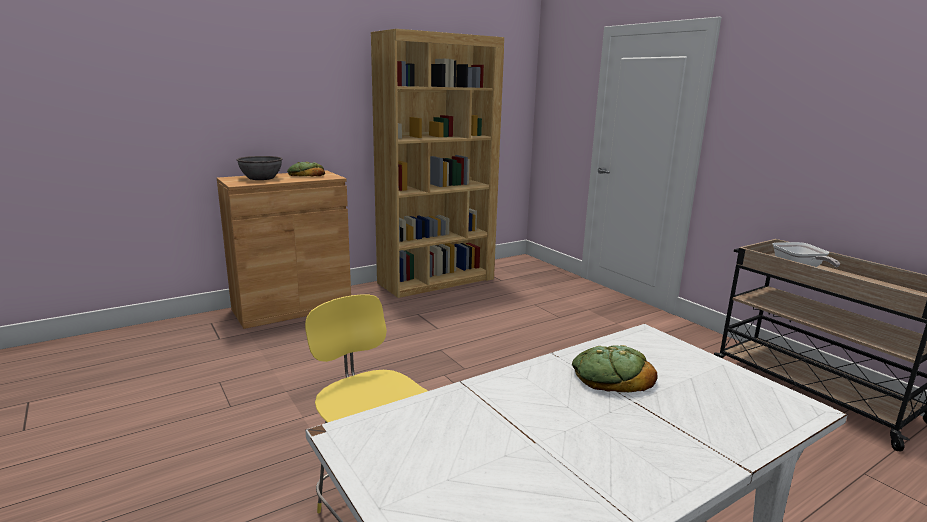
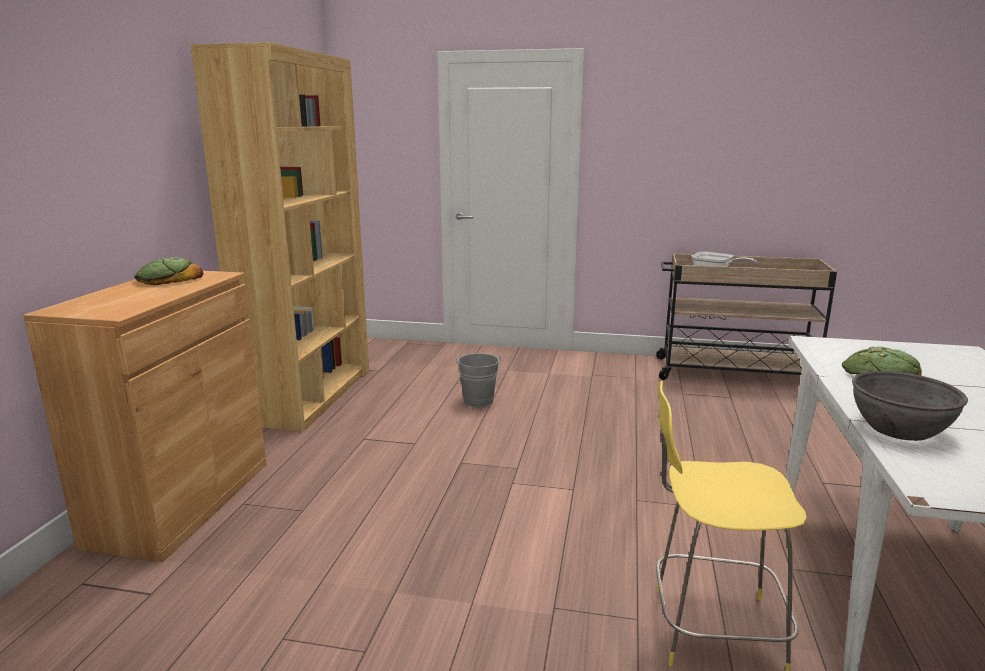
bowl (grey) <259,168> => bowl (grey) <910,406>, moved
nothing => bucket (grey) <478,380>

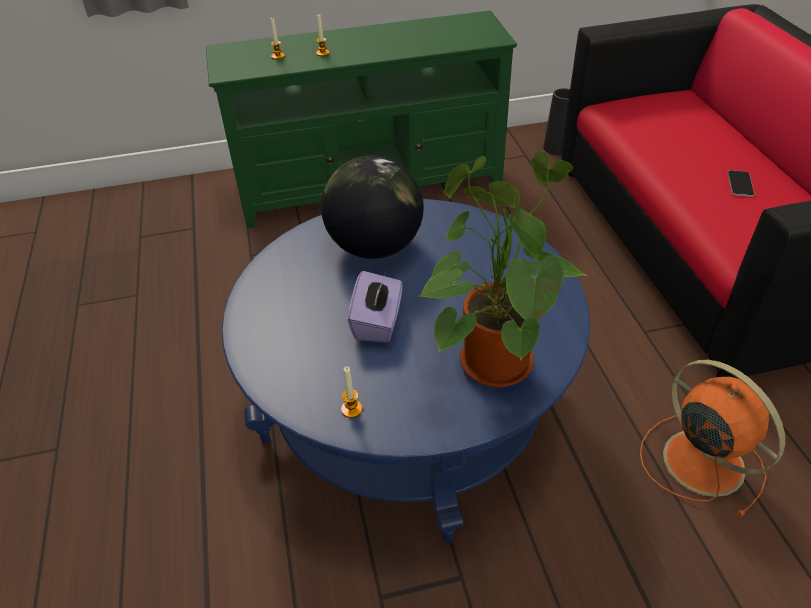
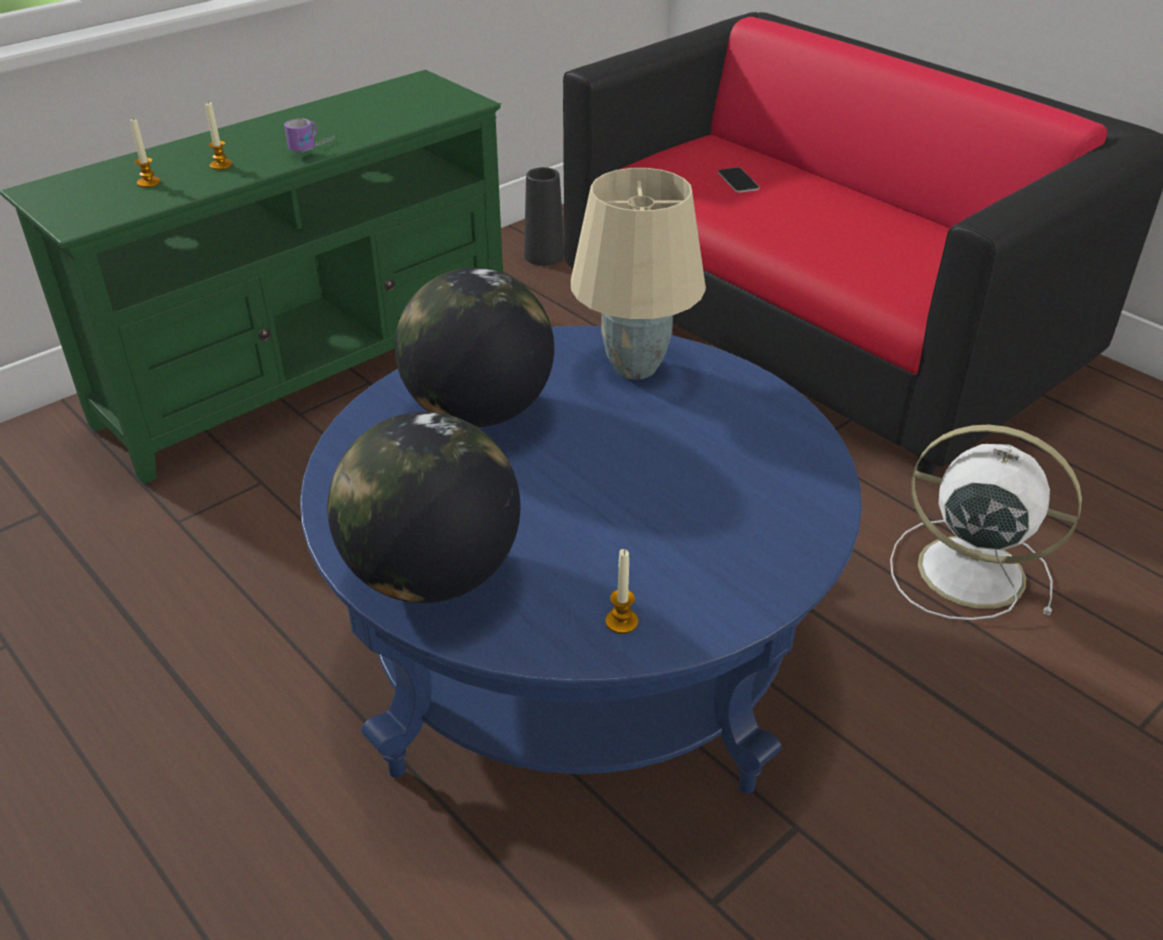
potted plant <502,269> => nothing
phone <741,183> => phone <738,180>, moved
tissue box (purple) <375,307> => nothing
fan (orange) <712,438> => fan (white) <986,522>
nothing => mug <309,135>
nothing => table lamp (beige) <638,274>
nothing => globe <424,507>

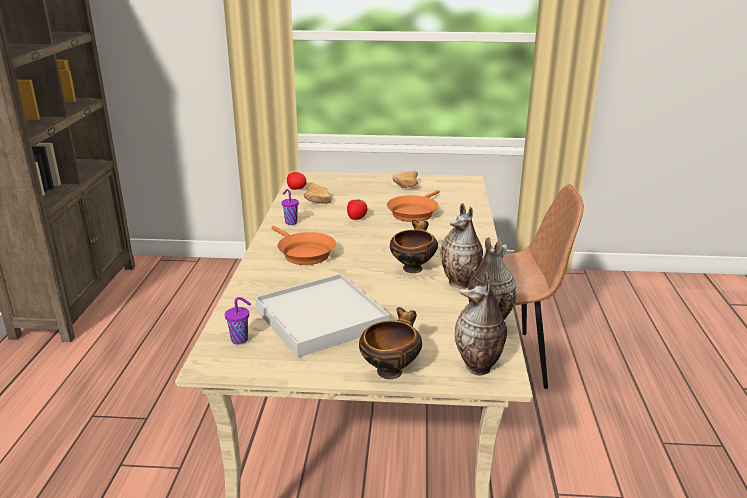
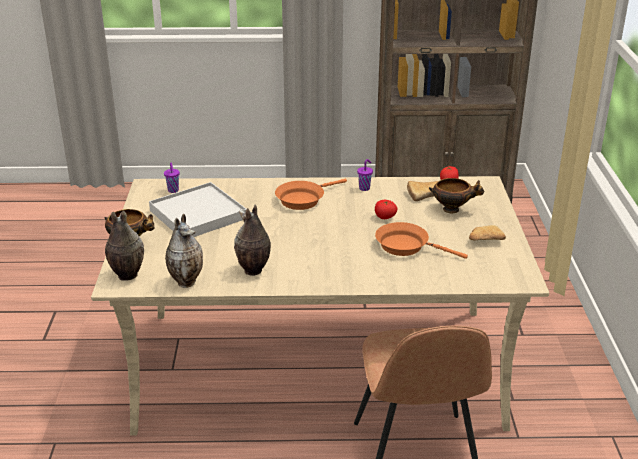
bowl <414,246> => bowl <457,196>, moved

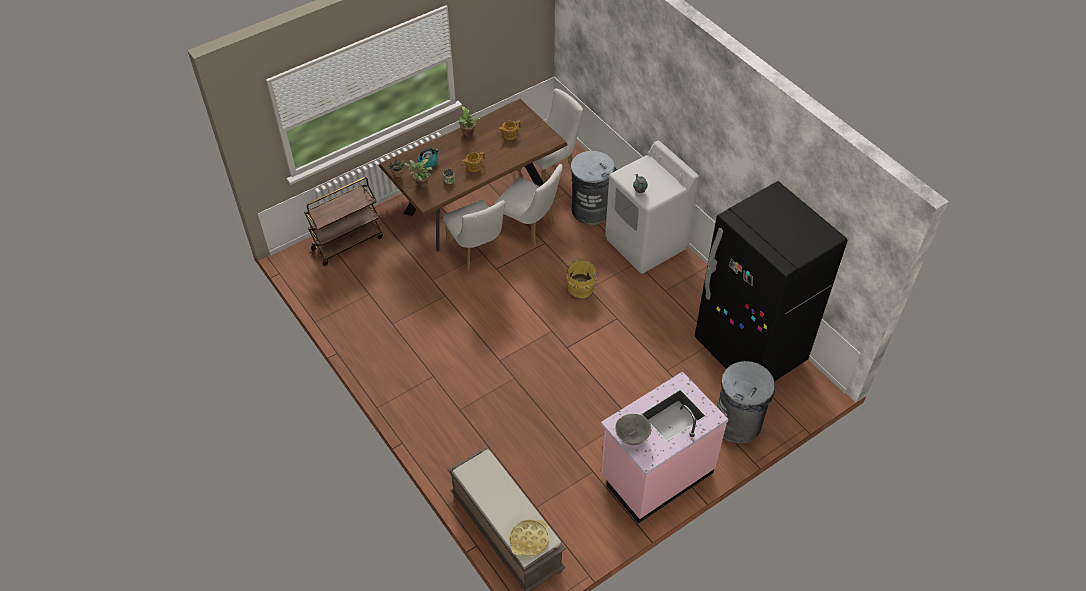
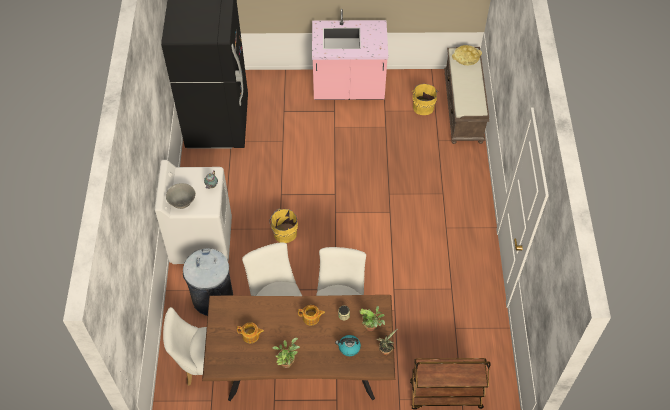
trash can (grey) <746,402> => nothing
bowl (grey) <633,429> => bowl (grey) <181,196>, moved
nothing => bucket (yellow) <425,99>

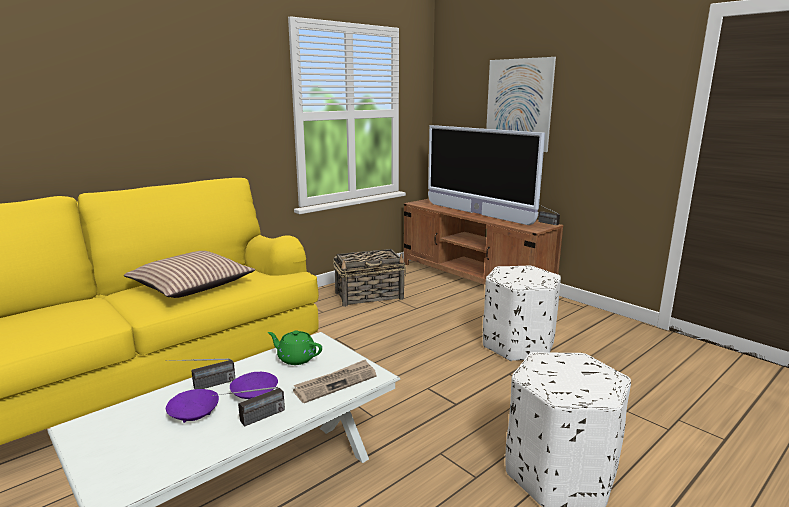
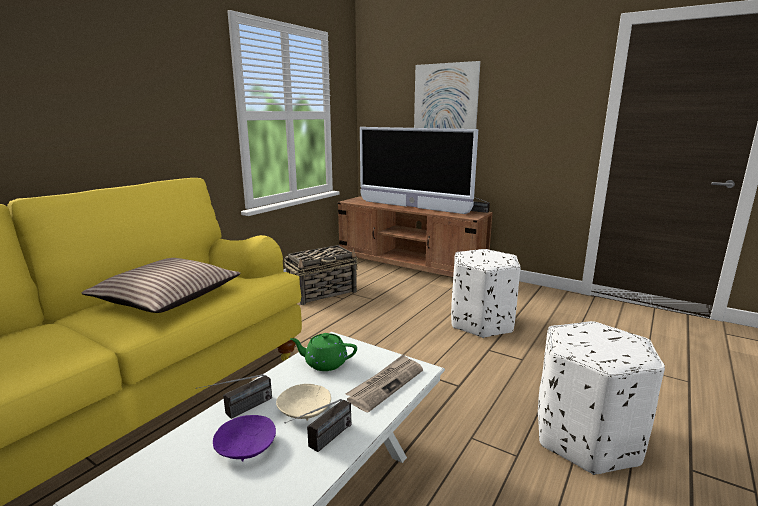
bowl (purple) <254,385> => bowl (beige) <303,402>

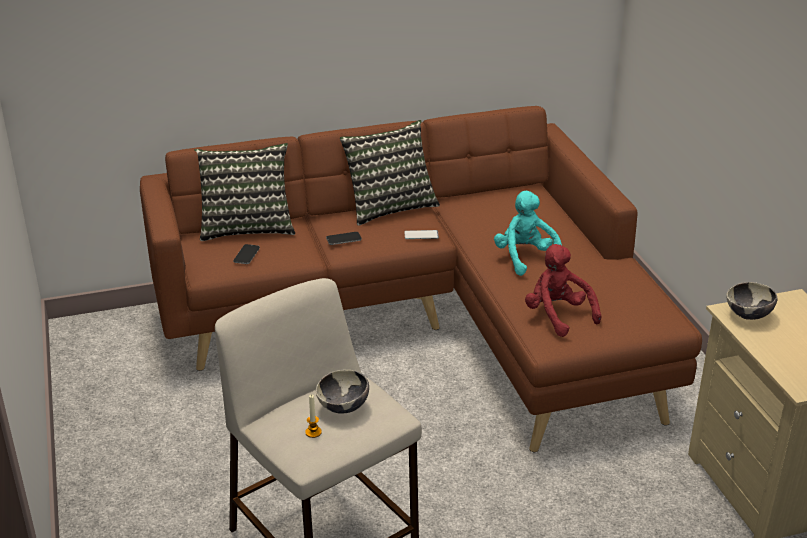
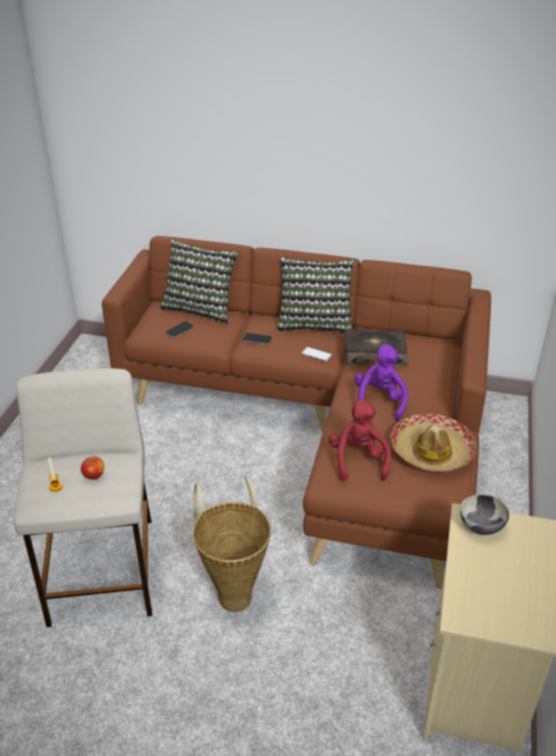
plush toy (turquoise) <528,233> => plush toy (purple) <381,382>
bowl <342,392> => apple <92,468>
nothing => book <376,348>
nothing => hat <433,443>
nothing => basket <231,544>

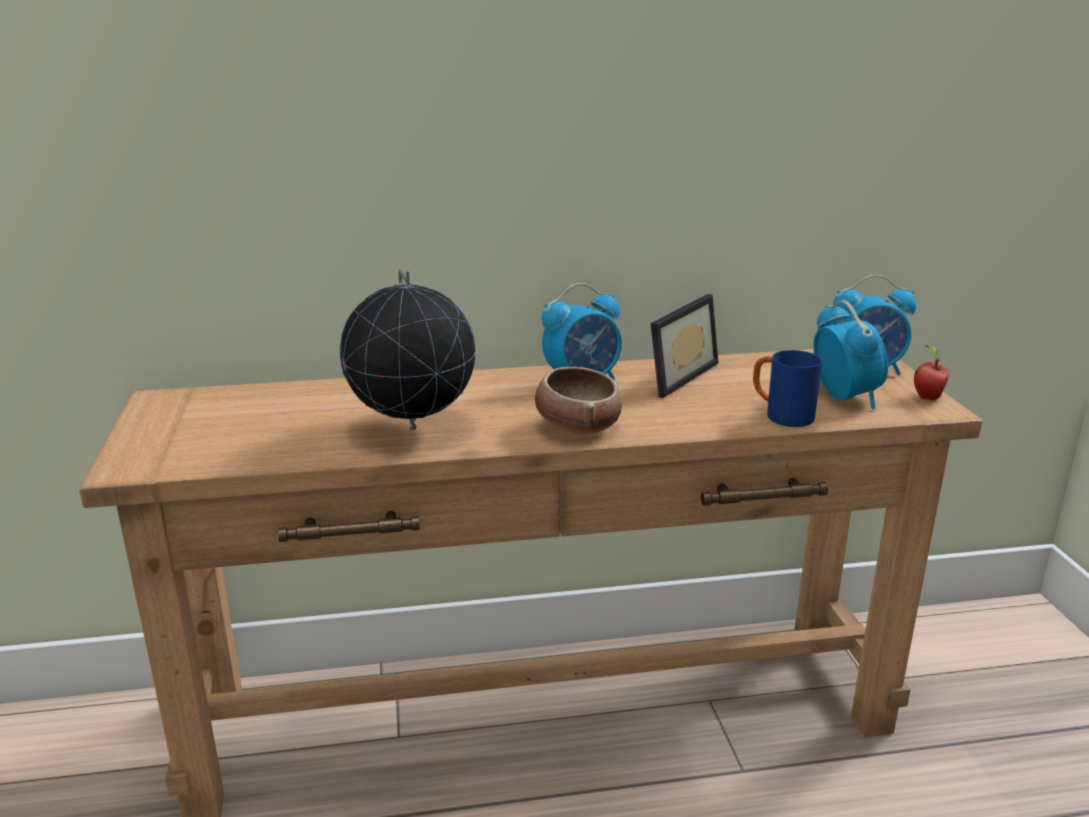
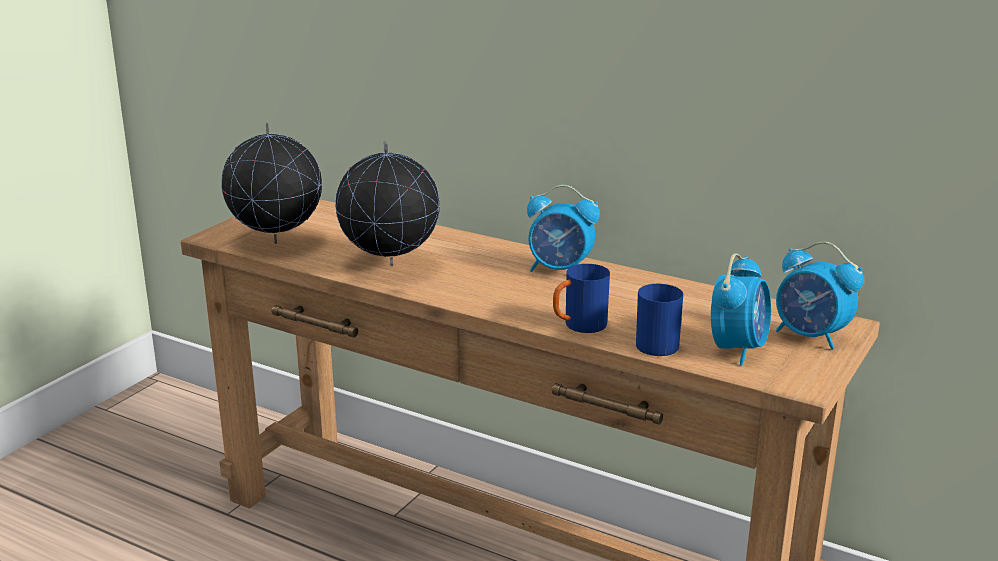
picture frame <684,346> => nothing
apple <931,372> => nothing
bowl <578,401> => nothing
nothing => globe <272,183>
nothing => mug (blue) <581,298>

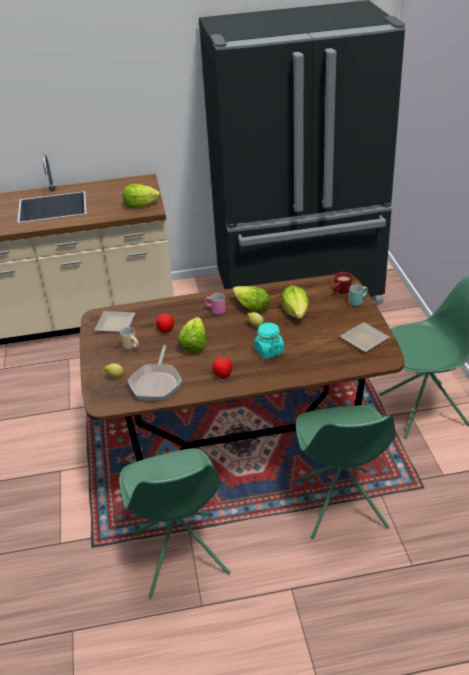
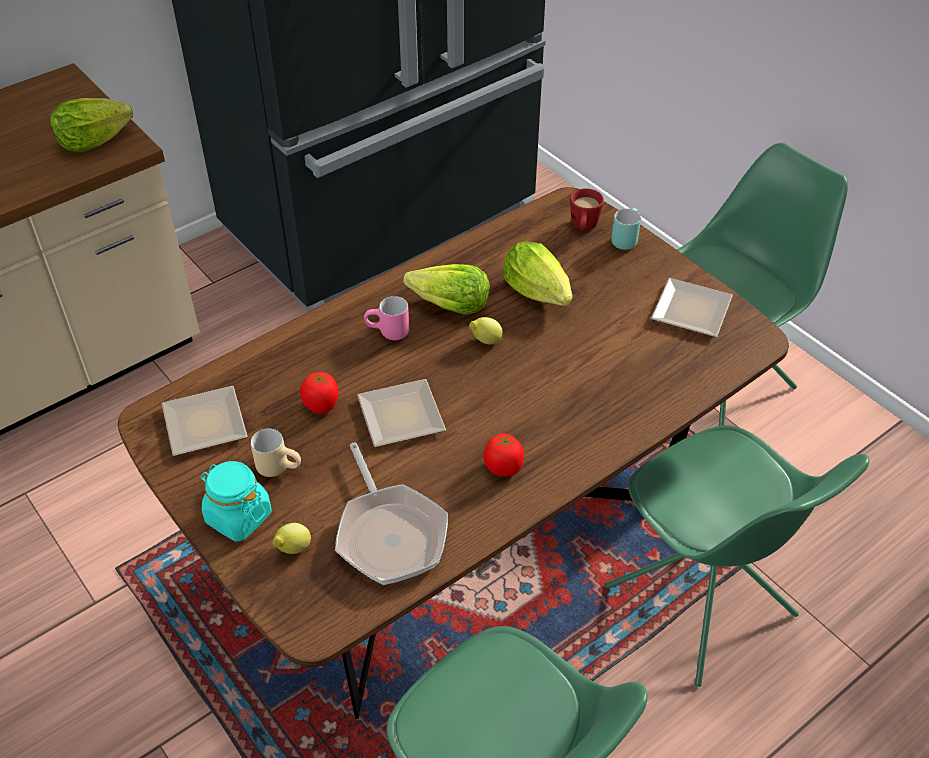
lettuce <192,335> => plate <401,413>
jar (turquoise) <269,341> => jar (turquoise) <236,501>, moved

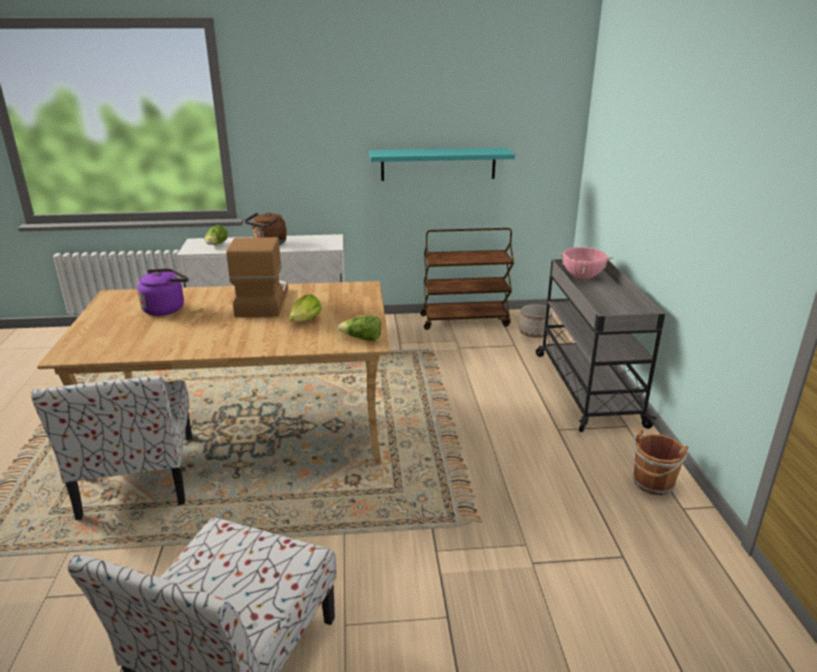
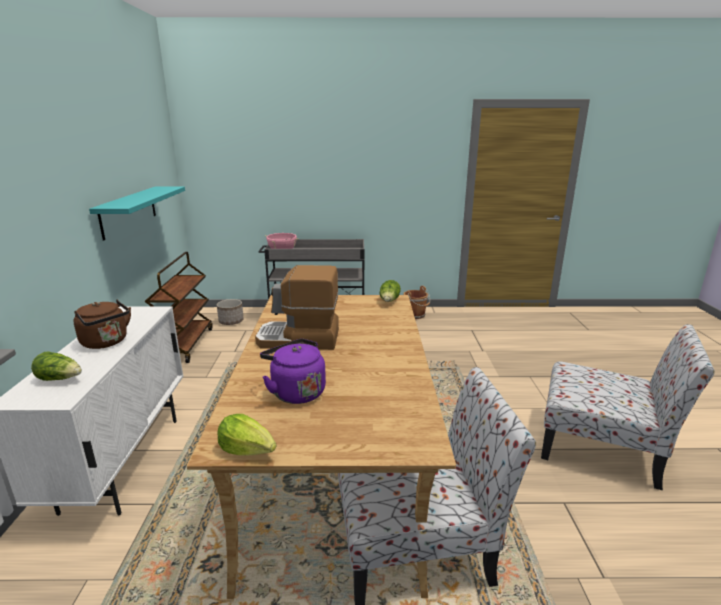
lettuce <305,308> => lettuce <246,435>, moved

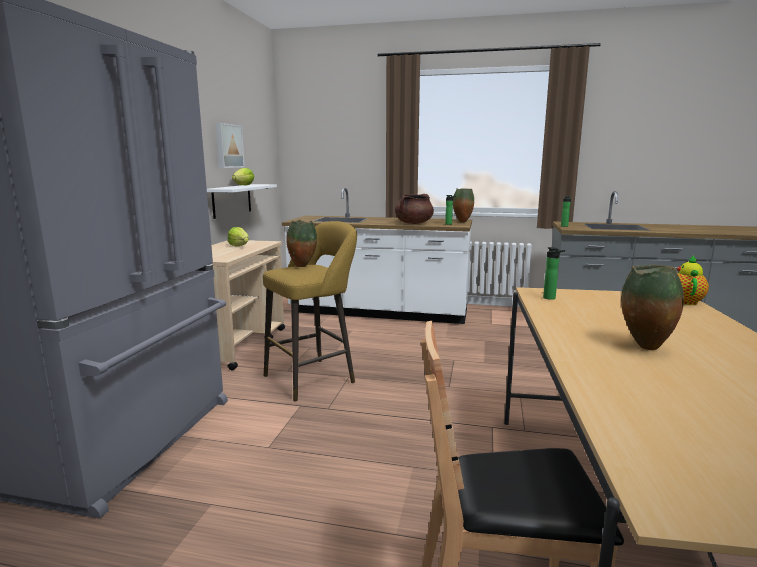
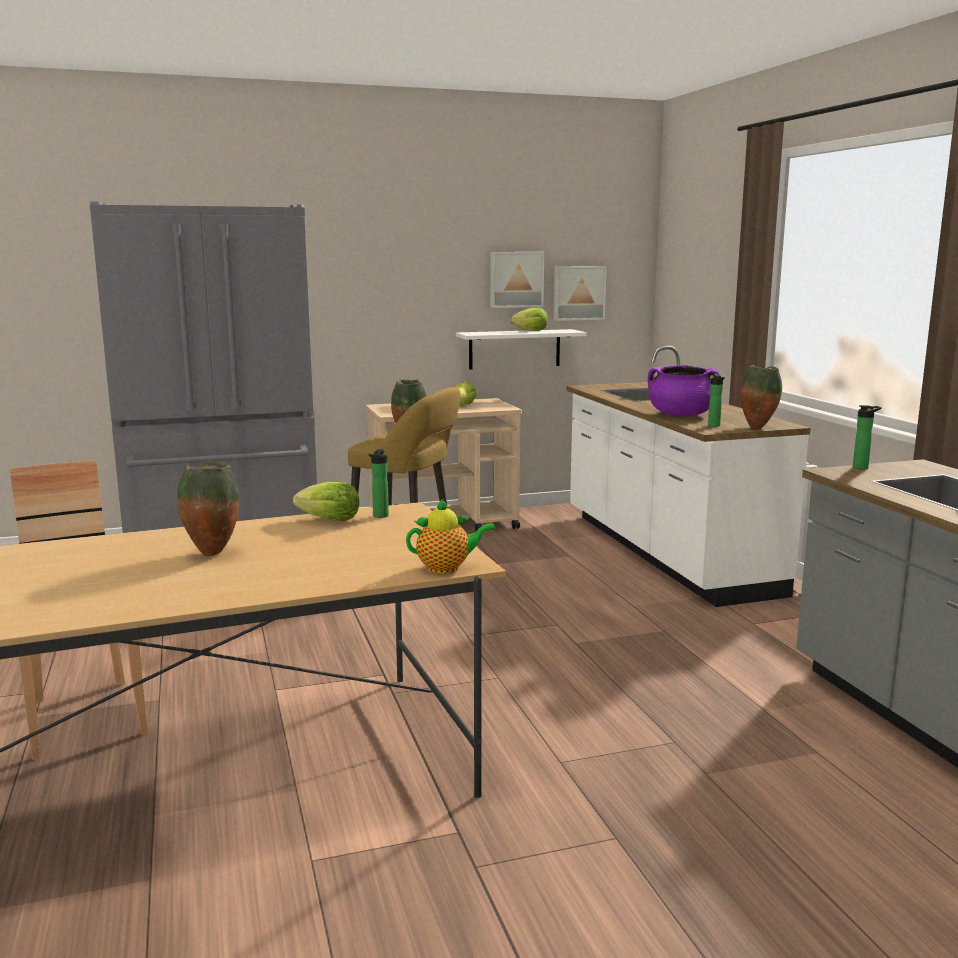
cooking pot (brown) <414,209> => cooking pot (purple) <683,391>
nothing => picture <580,293>
nothing => lettuce <326,501>

